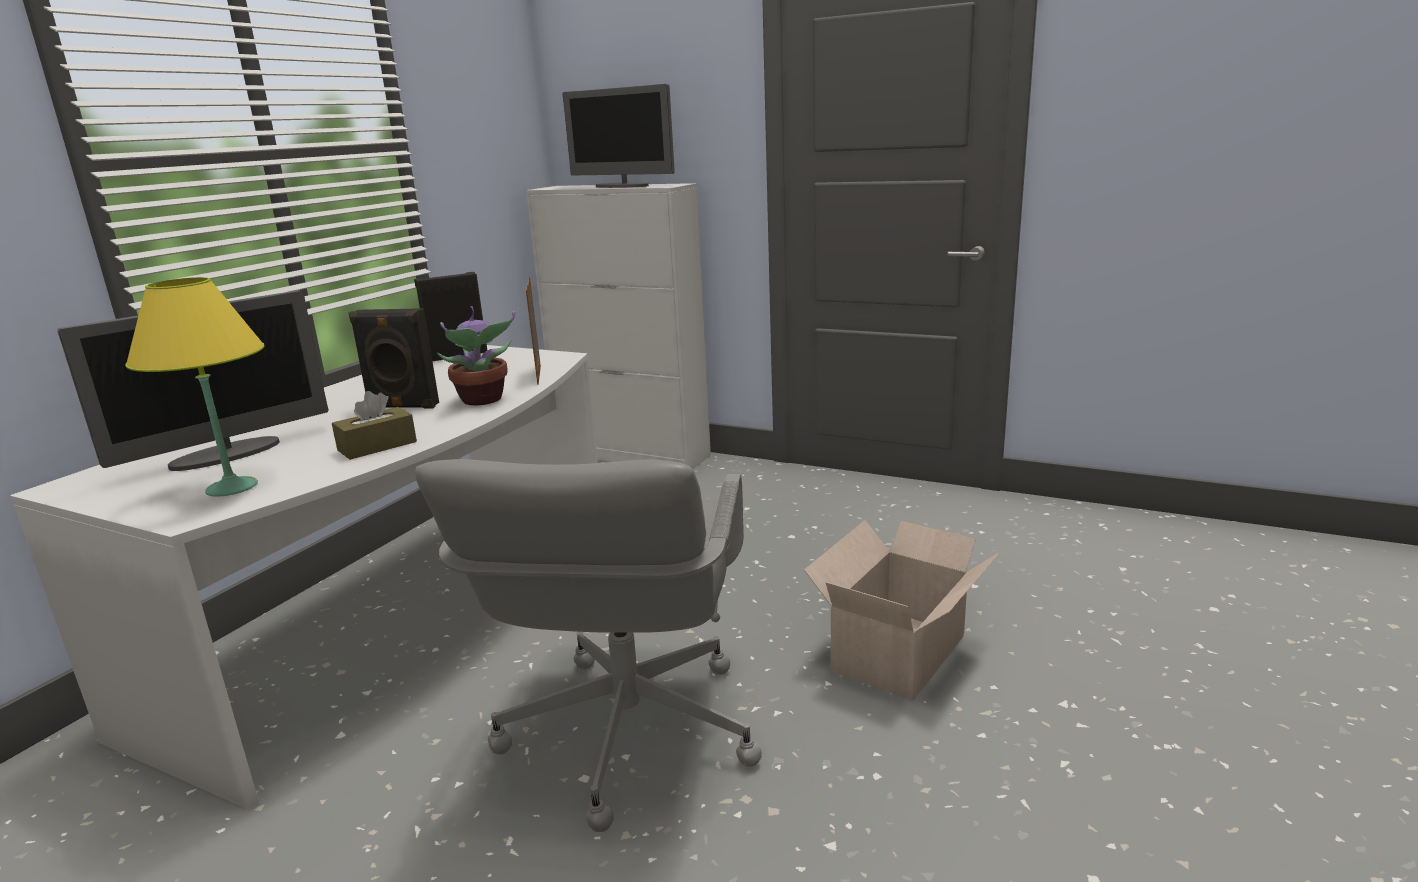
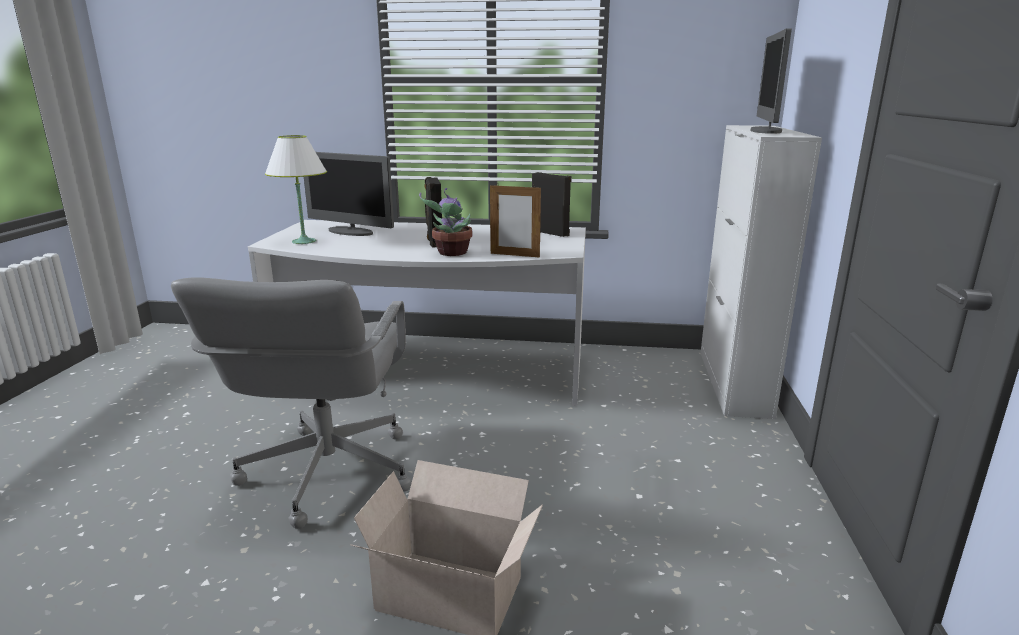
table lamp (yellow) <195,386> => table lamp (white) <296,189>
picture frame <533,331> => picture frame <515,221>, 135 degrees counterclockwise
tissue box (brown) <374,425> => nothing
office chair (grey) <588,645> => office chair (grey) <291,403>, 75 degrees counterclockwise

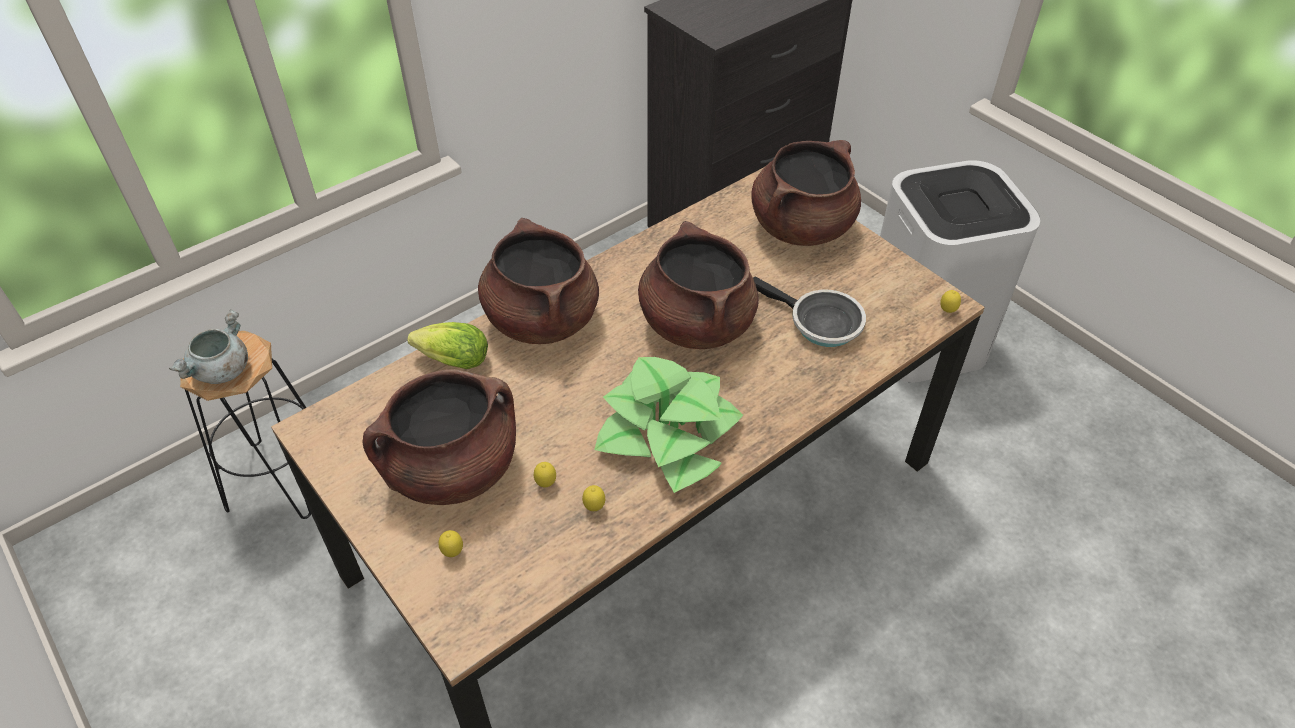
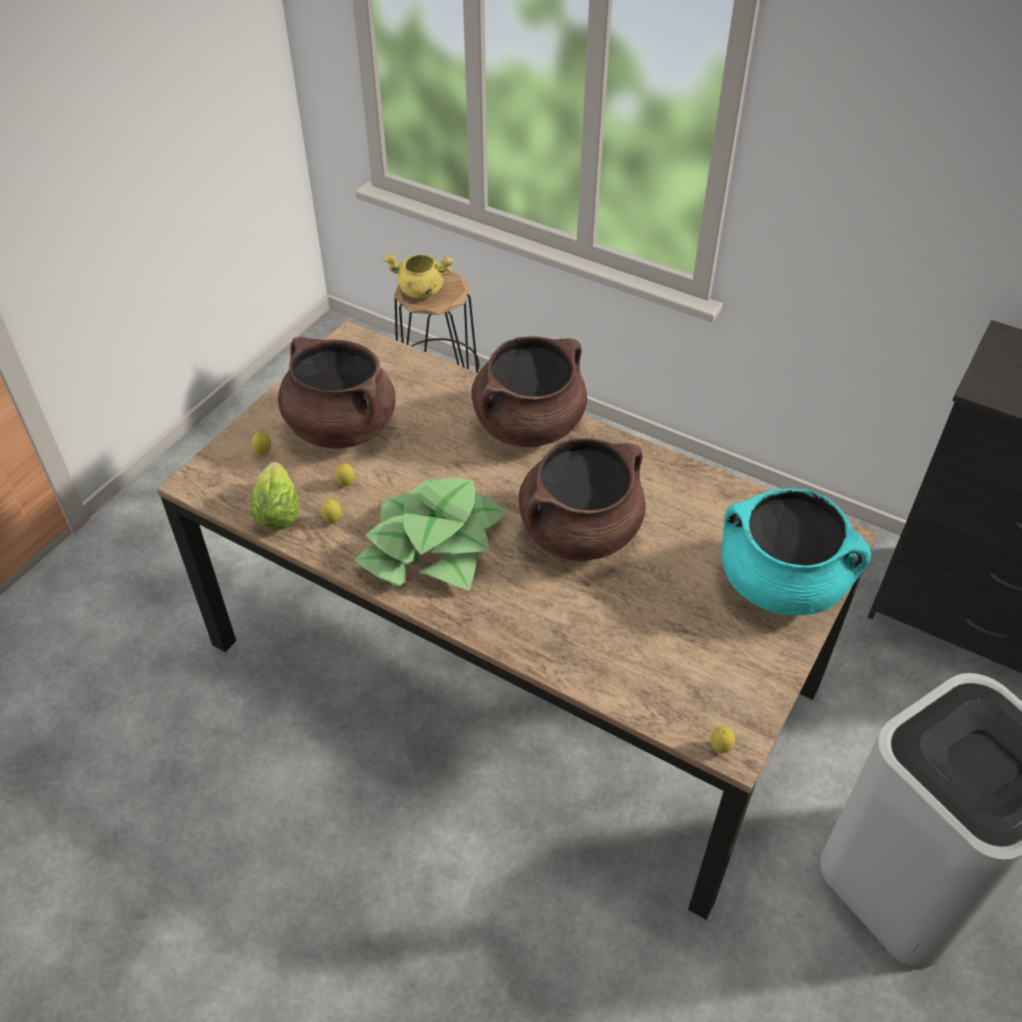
cooking pot (brown) <806,193> => cooking pot (turquoise) <796,552>
frying pan <809,311> => nothing
cooking pot (grey) <208,346> => cooking pot (yellow) <418,276>
lettuce <447,345> => lettuce <274,496>, moved

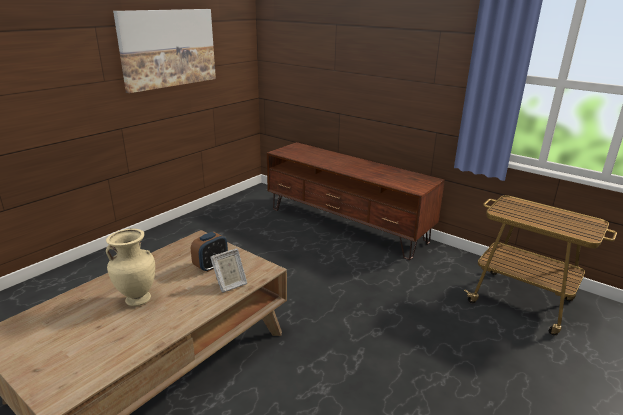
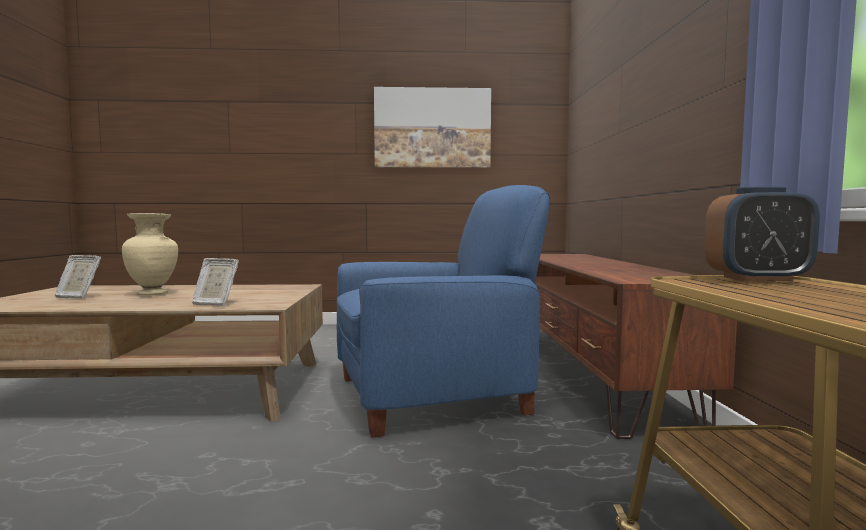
alarm clock <209,252> => alarm clock <762,234>, moved
nothing => armchair (blue) <443,311>
nothing => picture frame <77,276>

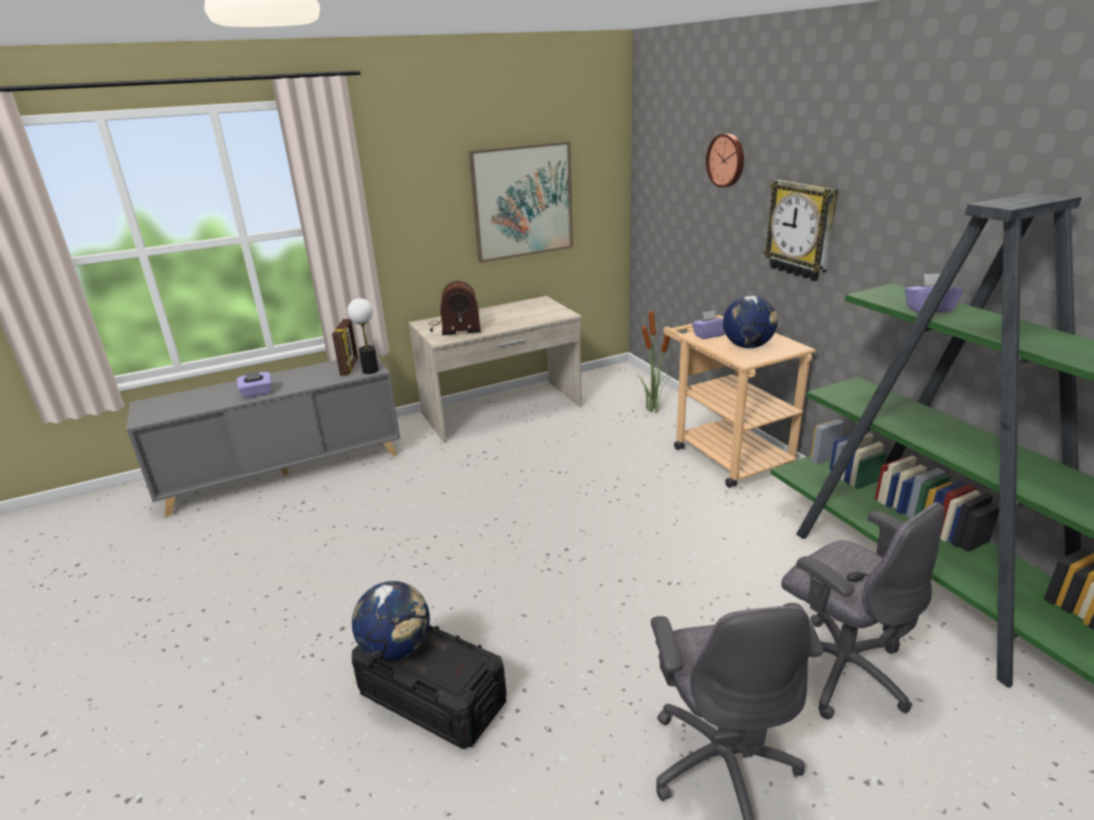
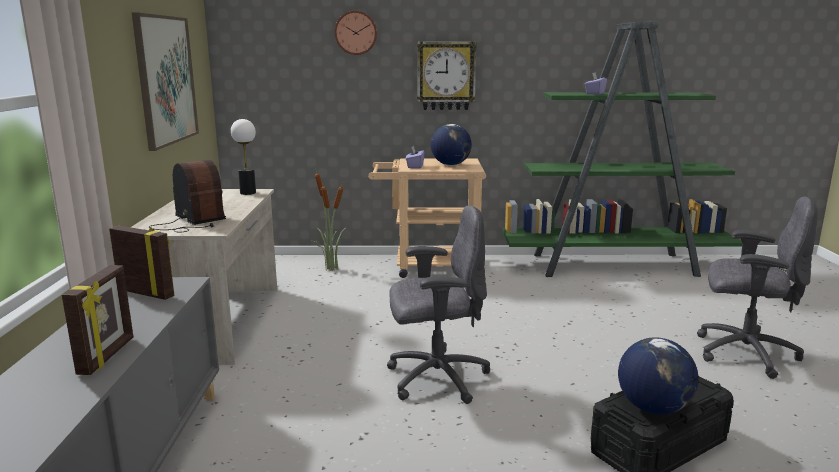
radio <454,308> => radio <187,196>, 60 degrees counterclockwise
table lamp <363,336> => table lamp <243,157>, moved
tissue box (purple) <254,384> => picture frame <97,320>
office chair (grey) <863,611> => office chair (grey) <438,304>, moved

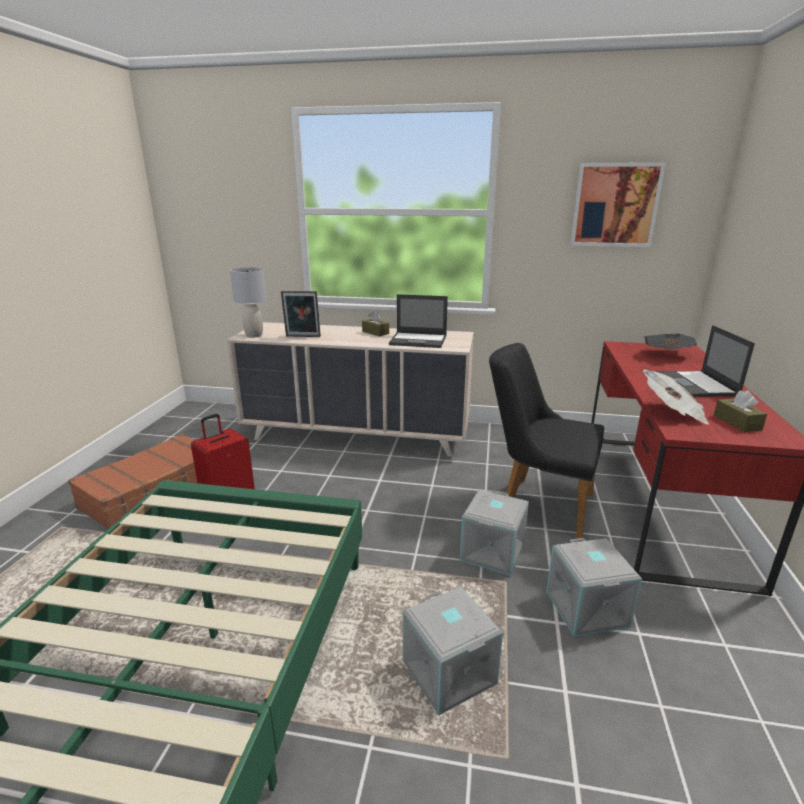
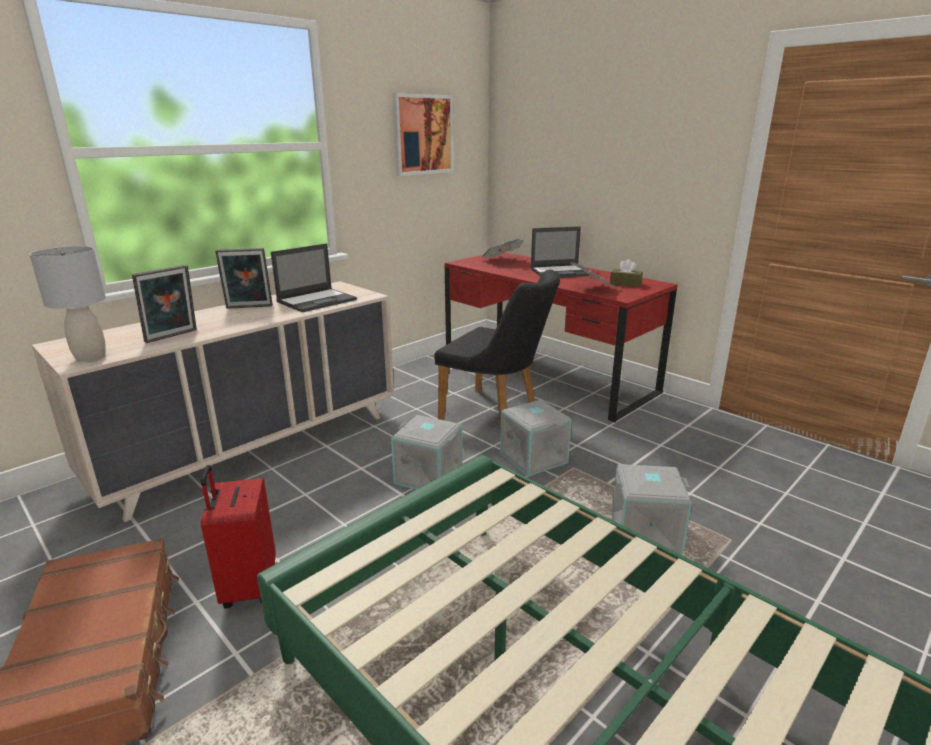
tissue box (brown) <375,323> => picture frame <244,278>
laptop <705,361> => laptop <560,252>, 45 degrees counterclockwise
chair (black) <546,441> => chair (black) <497,350>, 120 degrees counterclockwise
storage box (grey) <594,587> => storage box (grey) <427,452>, moved

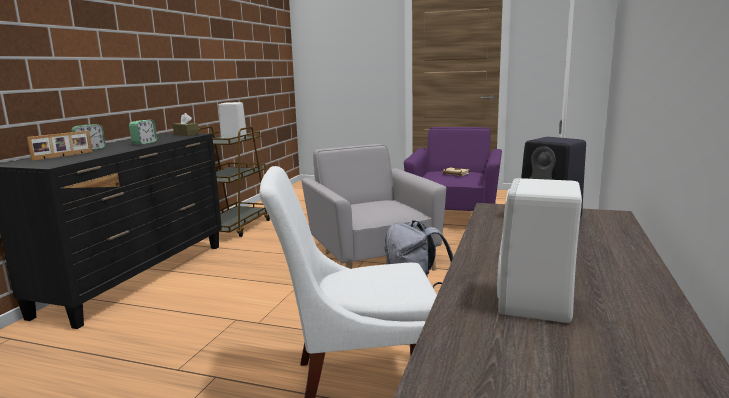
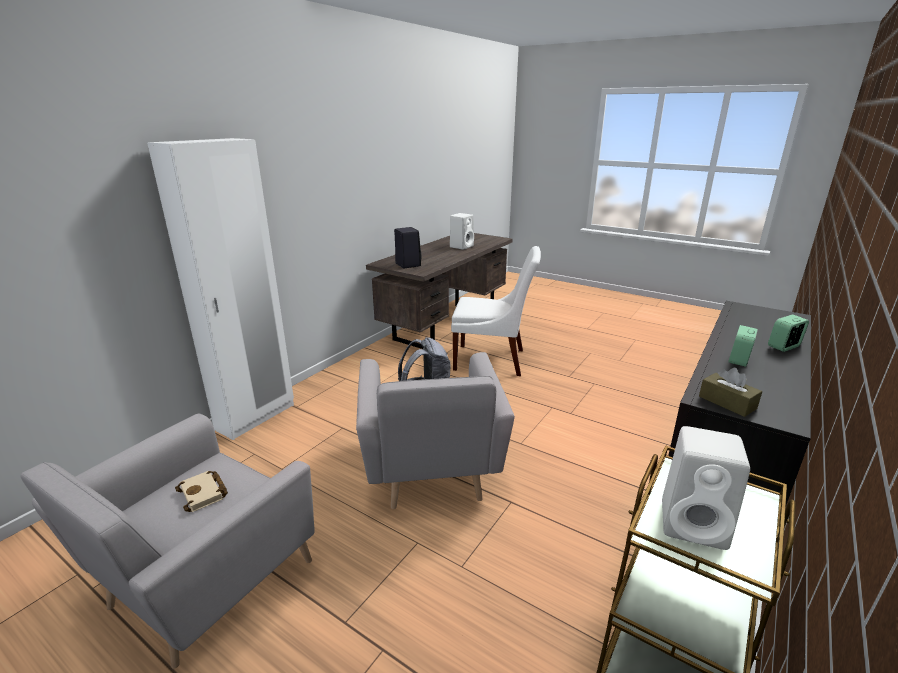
armchair (purple) <453,169> => armchair (grey) <167,541>
picture frame <60,146> => nothing

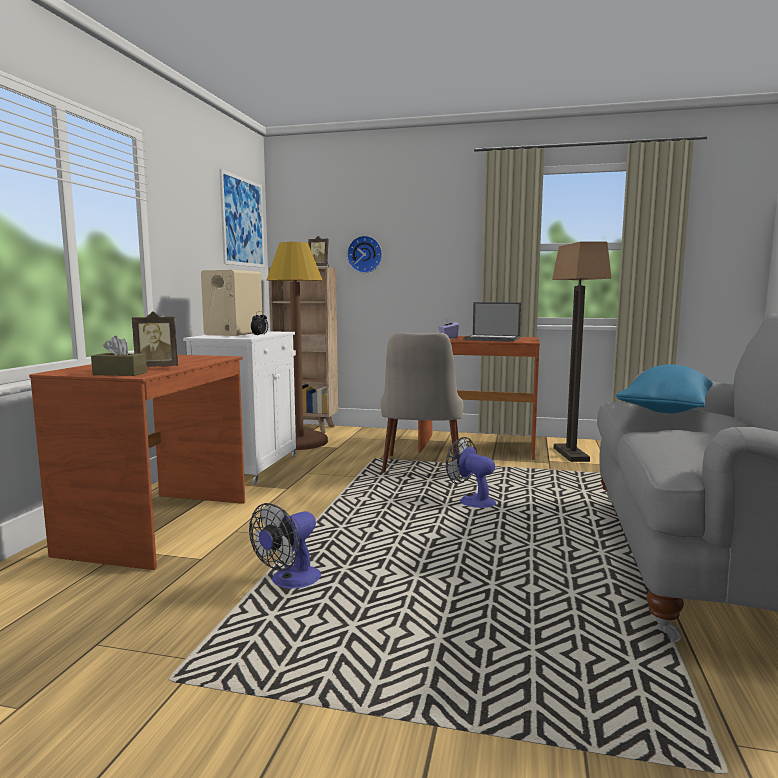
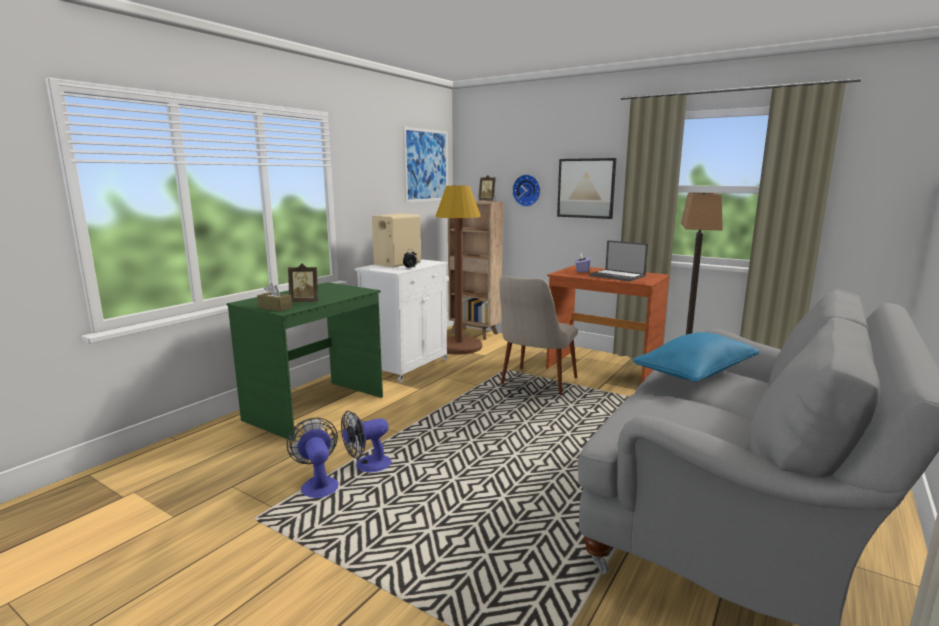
desk (brown) <137,462> => desk (green) <305,361>
fan <471,472> => fan <313,458>, moved
nothing => picture <586,188>

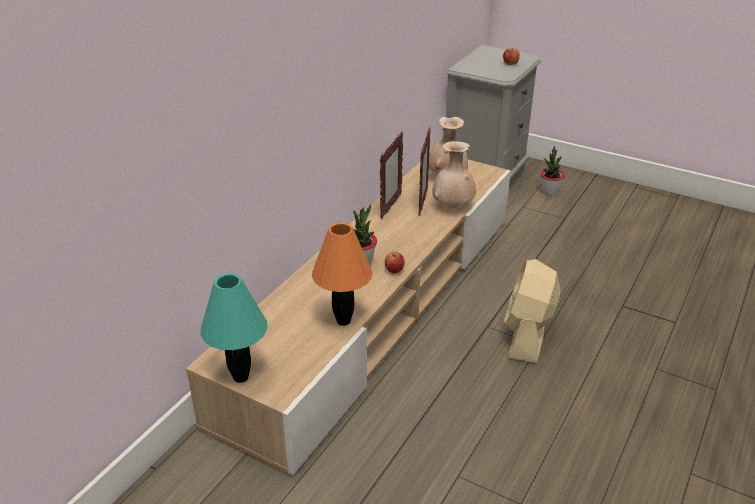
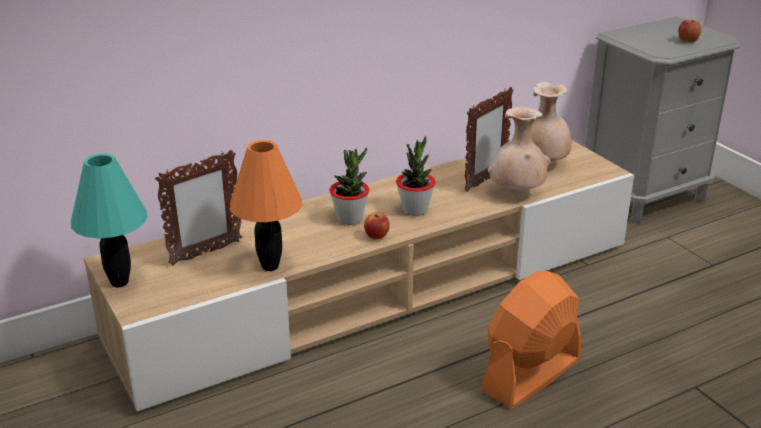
picture frame <391,175> => picture frame <198,208>, moved
potted plant <553,171> => potted plant <415,176>, moved
fan (beige) <532,311> => fan (orange) <530,339>

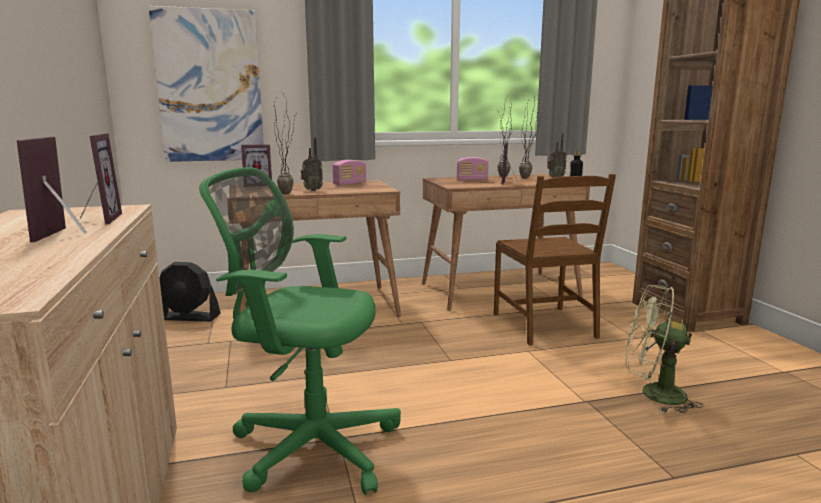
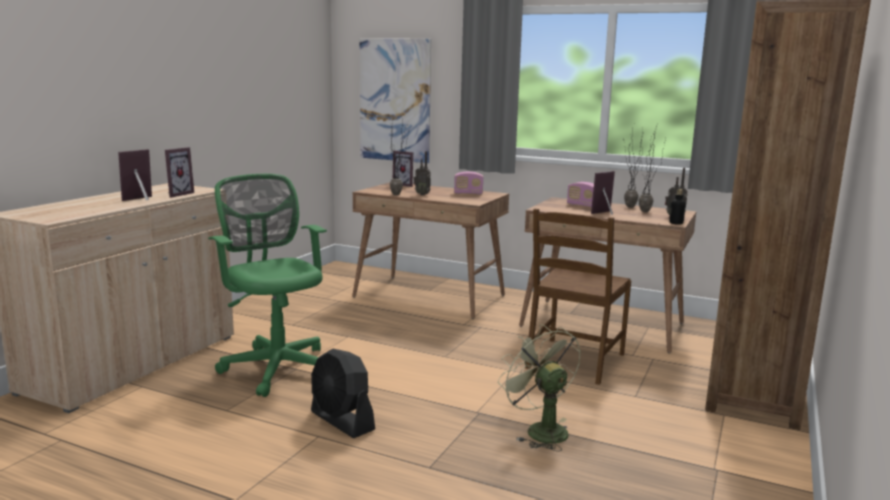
fan (black) <190,292> => fan (black) <343,393>, moved

